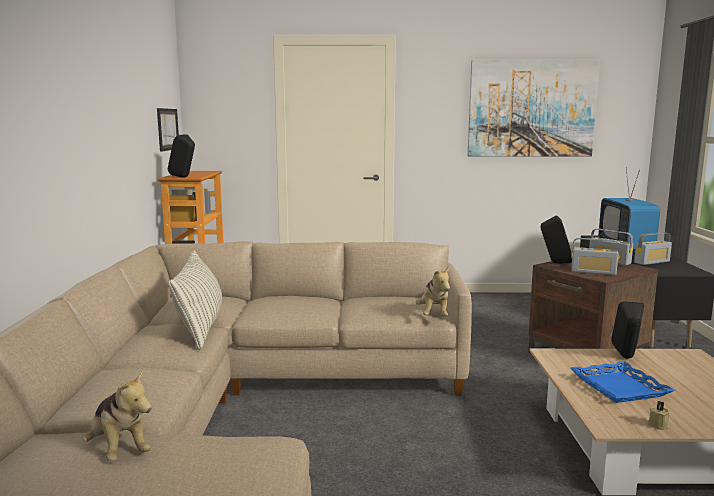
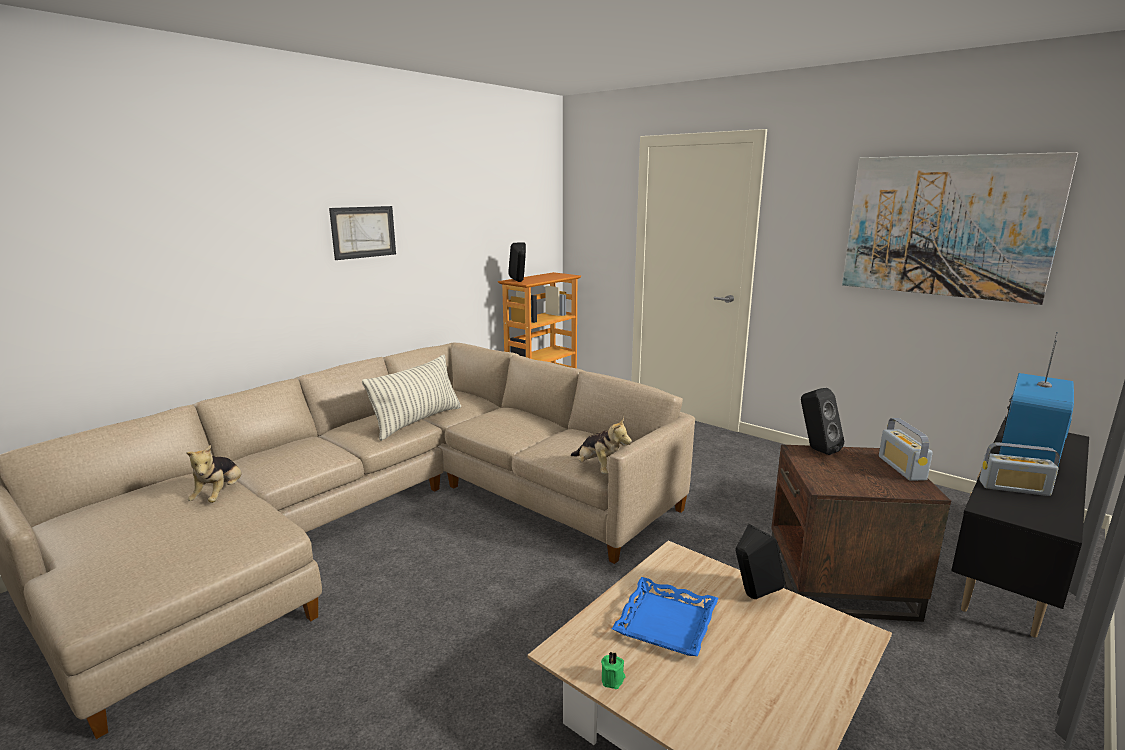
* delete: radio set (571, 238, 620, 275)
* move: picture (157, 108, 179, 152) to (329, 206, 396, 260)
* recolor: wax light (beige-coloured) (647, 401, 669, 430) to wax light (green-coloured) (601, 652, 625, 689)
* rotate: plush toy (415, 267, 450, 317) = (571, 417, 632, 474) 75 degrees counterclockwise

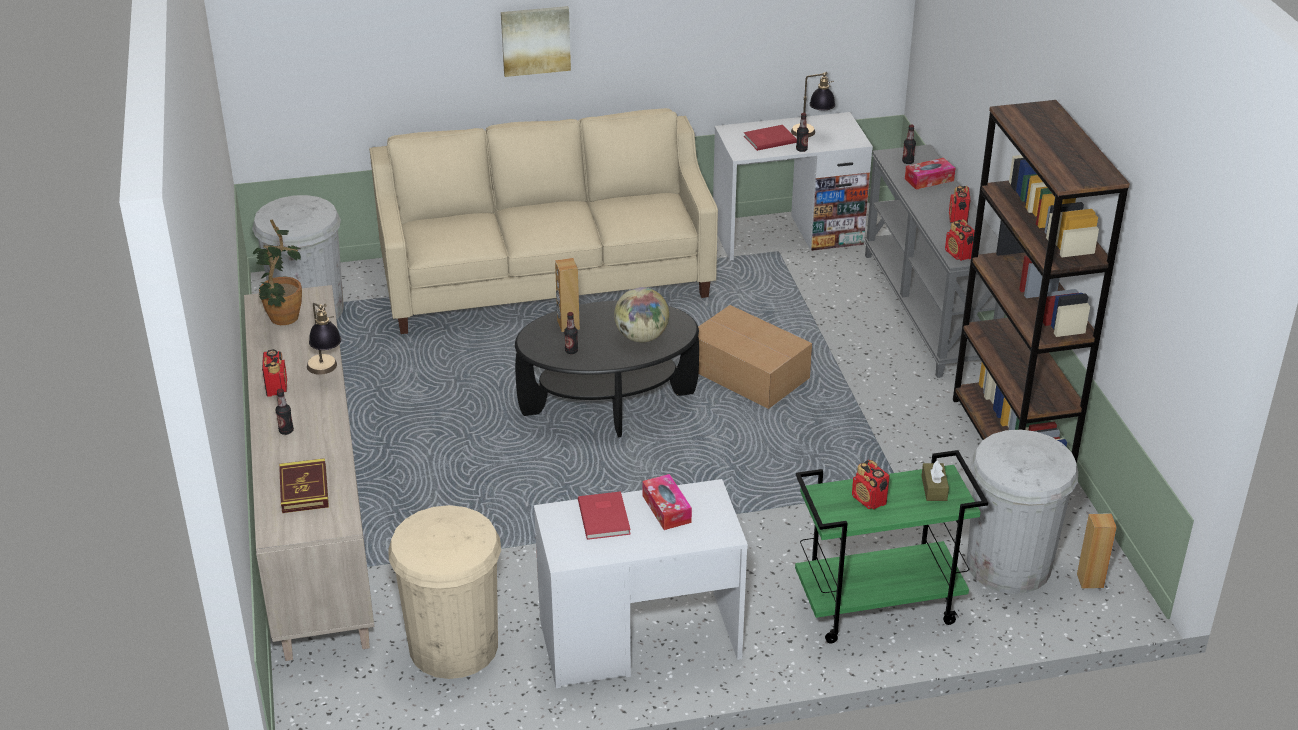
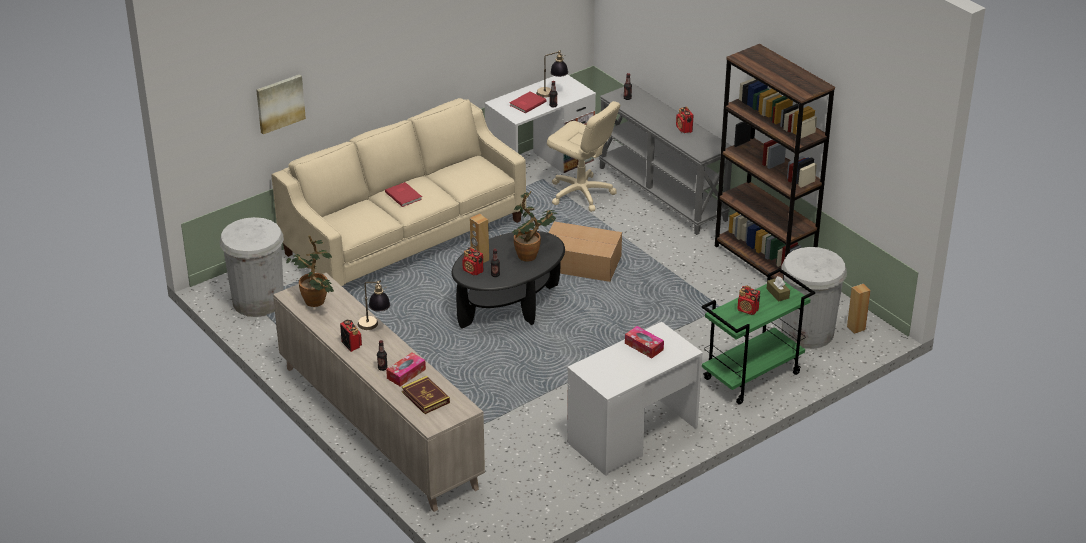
* delete: waste bin (beige-coloured) (388, 505, 501, 679)
* insert: computer chair (beige-coloured) (547, 101, 620, 212)
* move: picture (501, 6, 571, 77) to (256, 74, 306, 134)
* move: book (reddish) (578, 491, 631, 540) to (385, 182, 422, 207)
* move: tissue holder (905, 158, 955, 190) to (386, 353, 426, 387)
* move: radio set (945, 219, 975, 261) to (462, 247, 483, 275)
* replace: world globe (614, 287, 669, 342) to plant in a pot (512, 191, 558, 262)

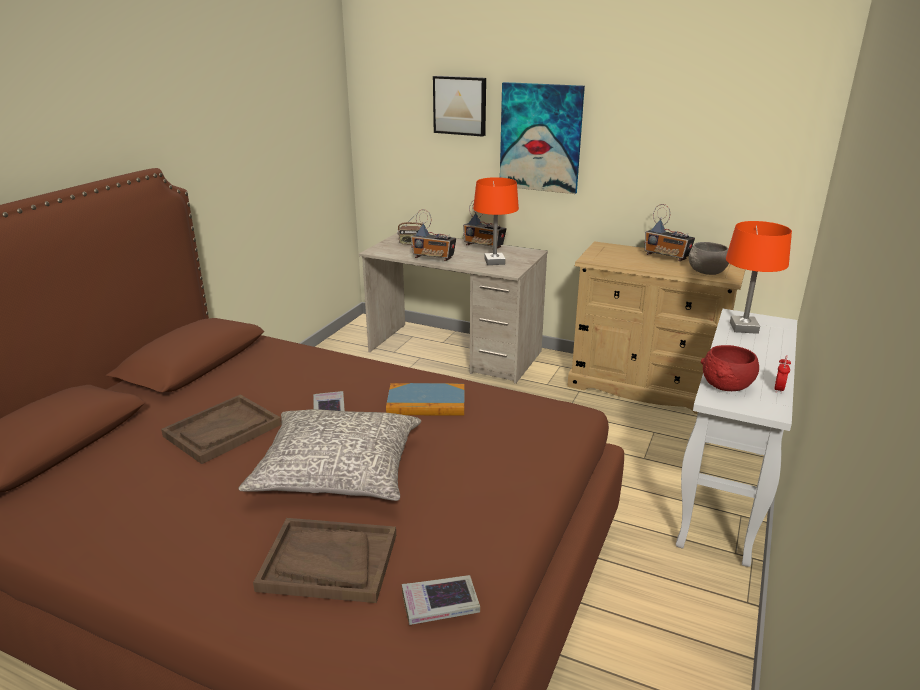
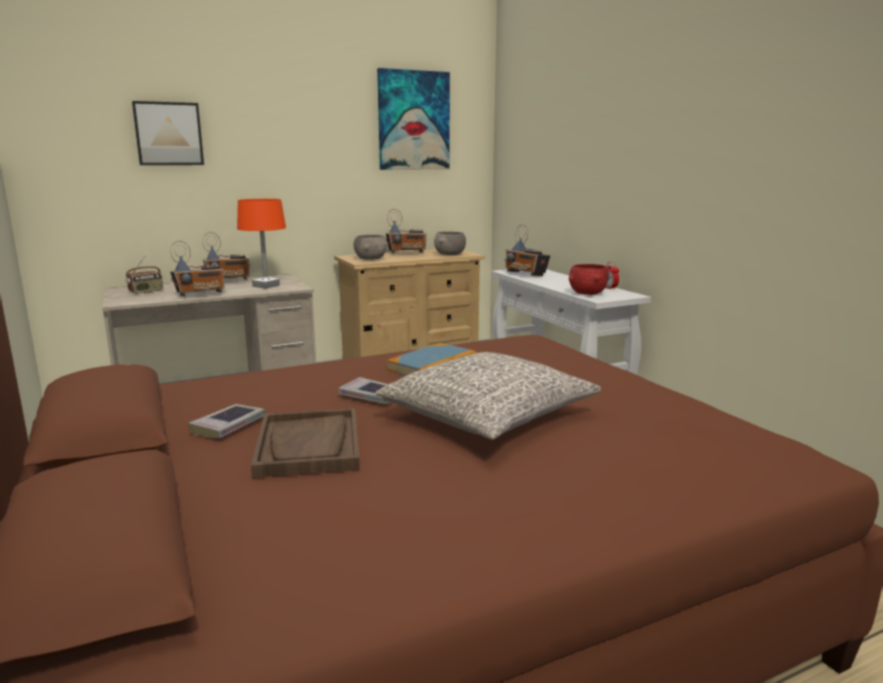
* delete: carrying tray (brownish) (253, 518, 396, 603)
* insert: deep dish (greyish) (354, 235, 388, 260)
* move: book (402, 575, 480, 625) to (188, 404, 266, 438)
* move: picture (500, 82, 585, 194) to (377, 68, 450, 170)
* replace: lamp for a table (orange-coloured) (726, 221, 792, 334) to radio set (505, 224, 550, 276)

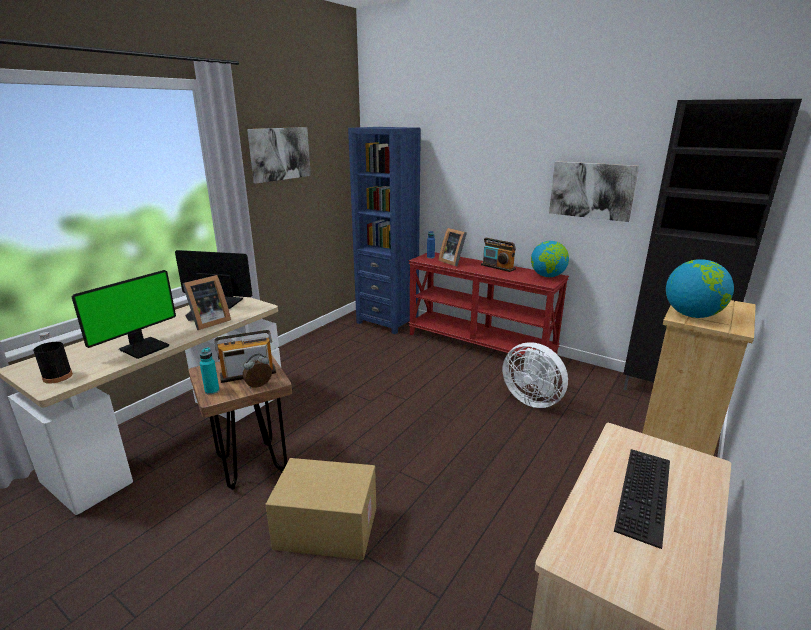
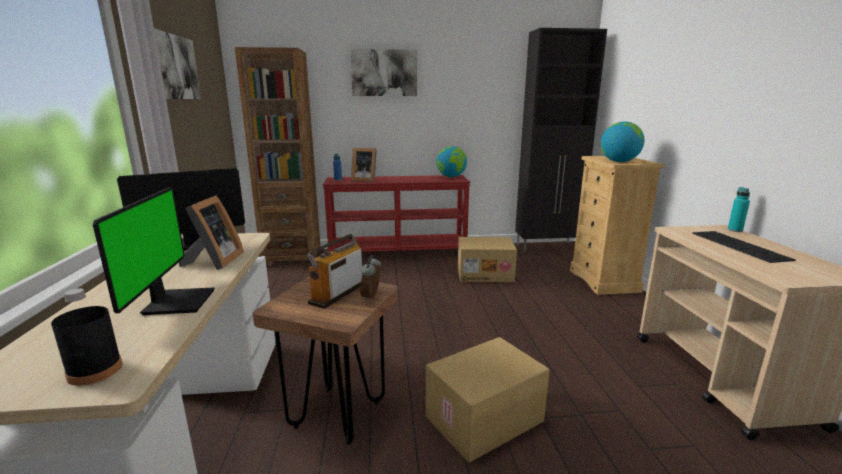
* delete: radio set (481, 238, 516, 272)
* move: beverage bottle (blue-green) (200, 347, 220, 395) to (728, 187, 750, 232)
* move: picture (549, 161, 639, 222) to (350, 49, 417, 96)
* replace: electric fan (white-coloured) (503, 342, 568, 408) to carton (458, 237, 517, 282)
* recolor: bookshelf (blue-coloured) (348, 127, 421, 334) to bookshelf (brownish) (235, 47, 321, 267)

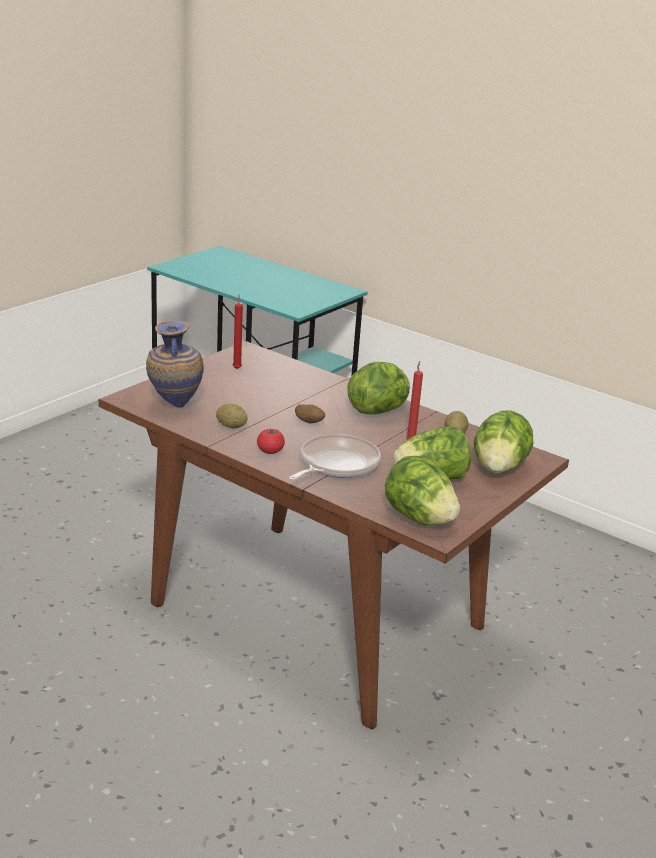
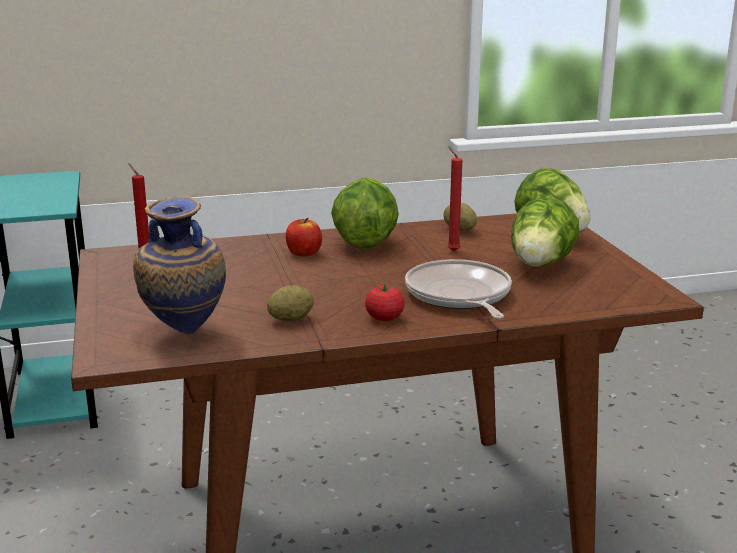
* delete: spud (295, 404, 325, 424)
* delete: head of lettuce (385, 456, 460, 525)
* insert: whole apple (286, 218, 322, 257)

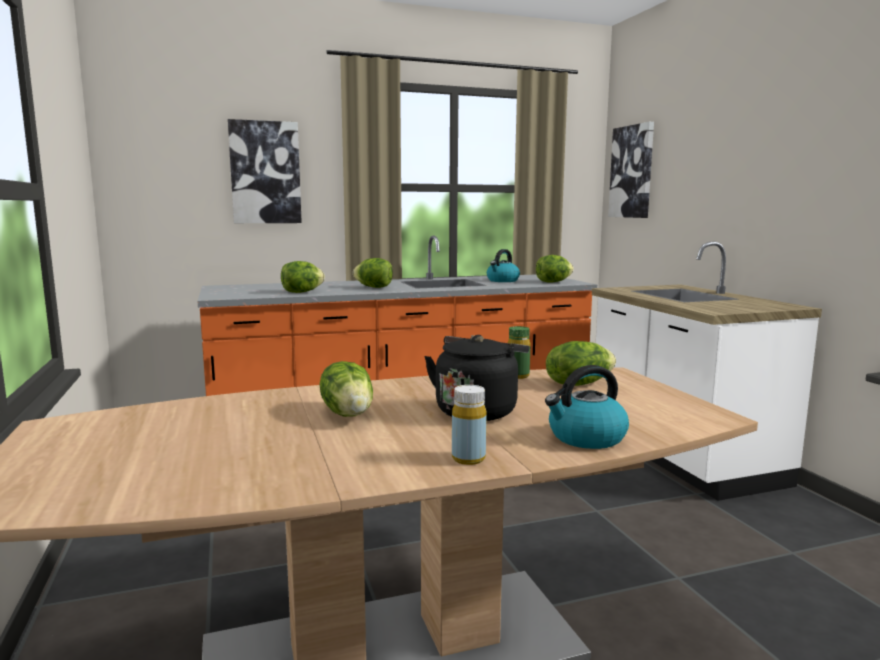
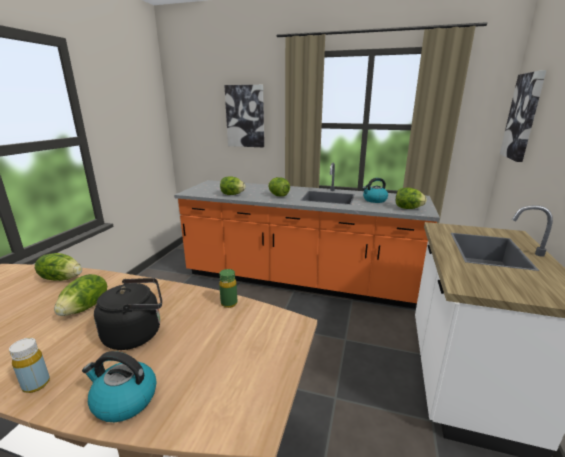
* move: head of lettuce (546, 341, 616, 386) to (35, 253, 82, 281)

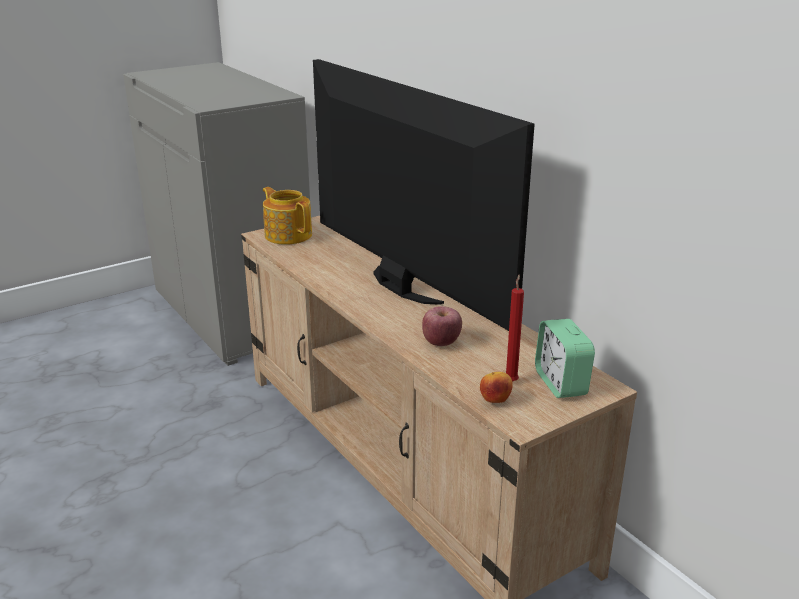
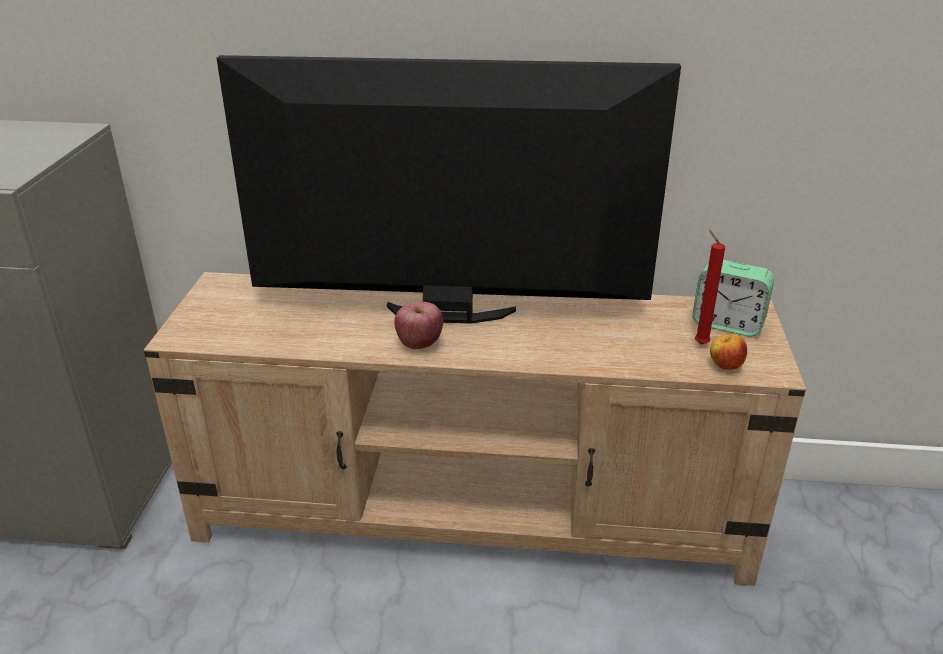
* delete: pot for tea (263, 187, 312, 245)
* move: whole apple (422, 306, 462, 346) to (394, 301, 443, 349)

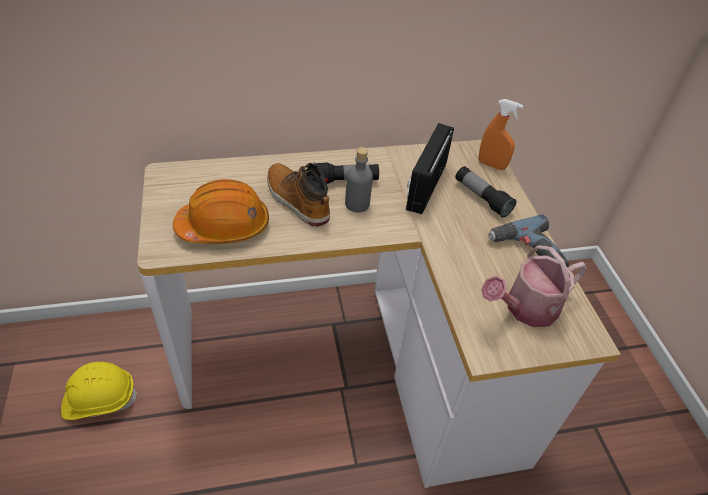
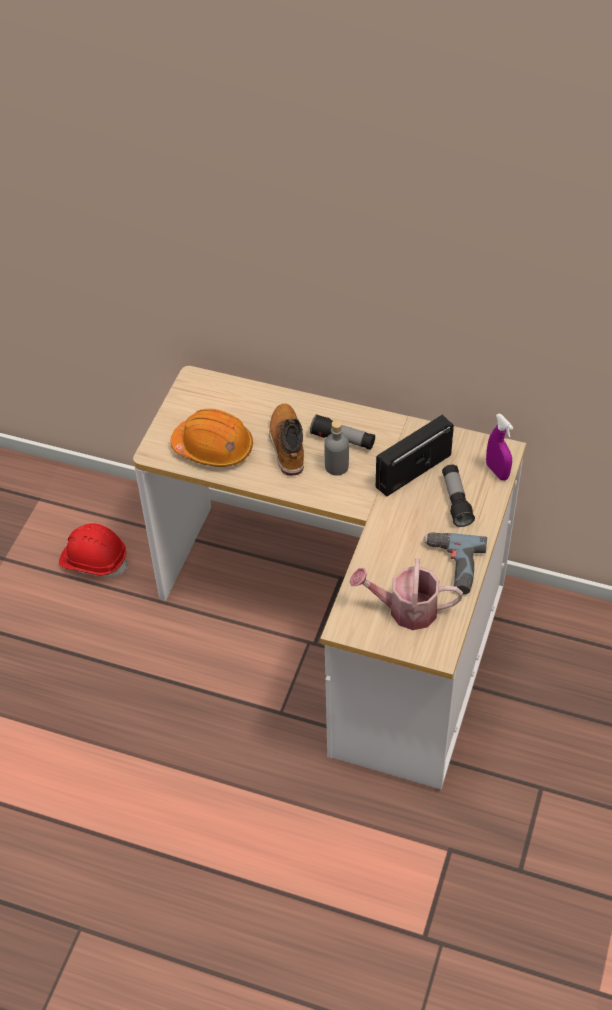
* recolor: safety helmet (yellow-coloured) (61, 362, 138, 420) to safety helmet (reddish) (59, 523, 128, 577)
* recolor: spray bottle (orange-coloured) (479, 99, 523, 170) to spray bottle (purplish) (486, 413, 513, 481)

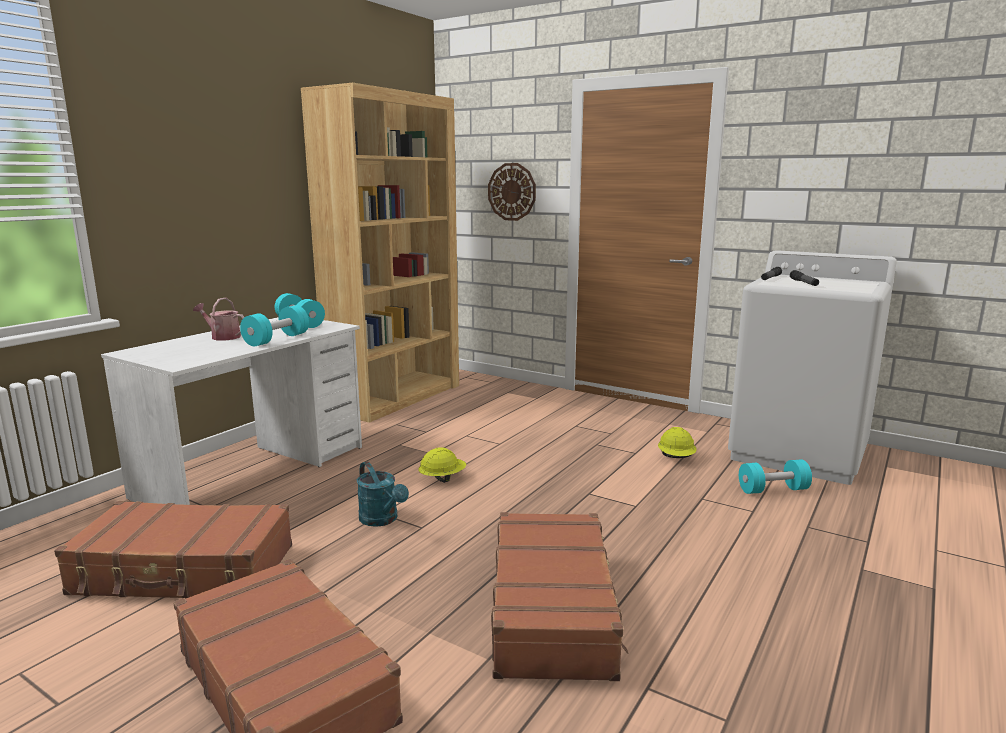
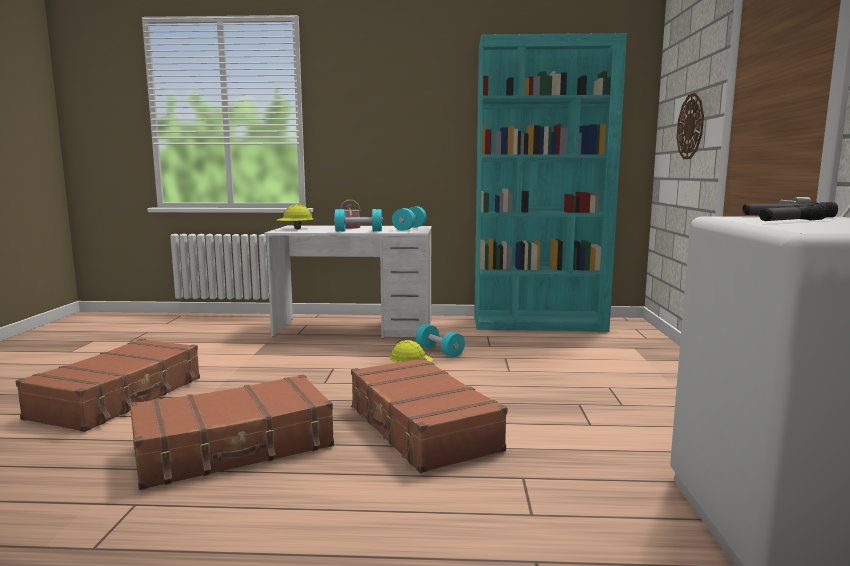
* delete: watering pot (blue-green) (357, 462, 409, 527)
* move: travel case (brownish) (54, 501, 292, 599) to (351, 357, 507, 473)
* move: safety helmet (yellow-coloured) (658, 427, 697, 458) to (277, 204, 313, 229)
* move: dumbbell (blue-green) (739, 459, 812, 494) to (416, 324, 465, 357)
* recolor: bookshelf (brownish) (301, 83, 459, 423) to bookshelf (blue-green) (474, 33, 627, 332)

